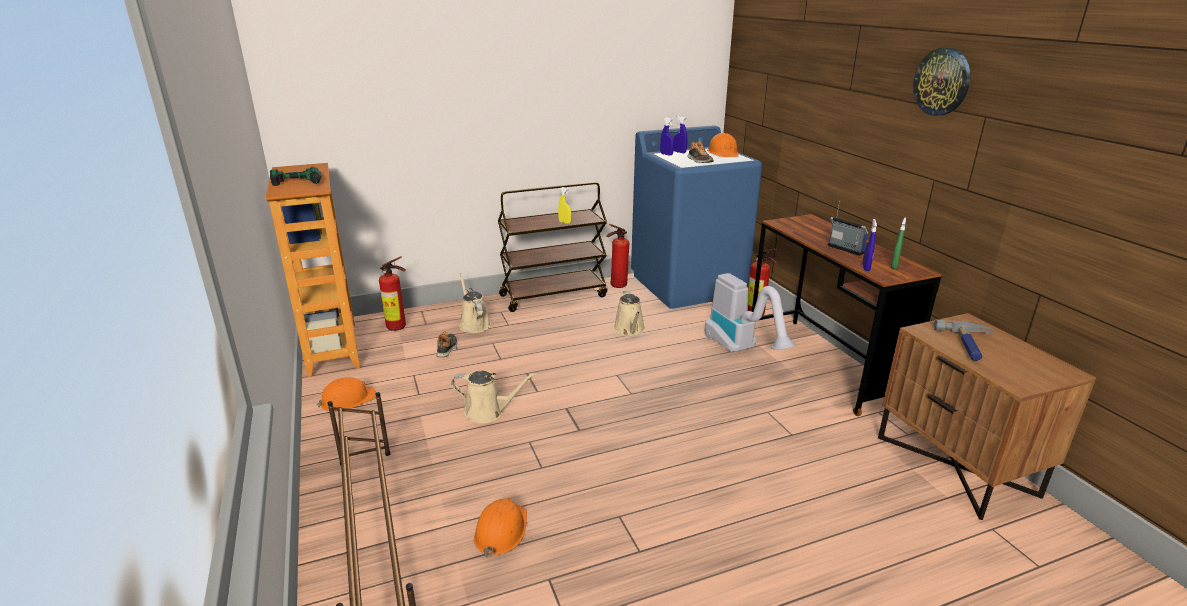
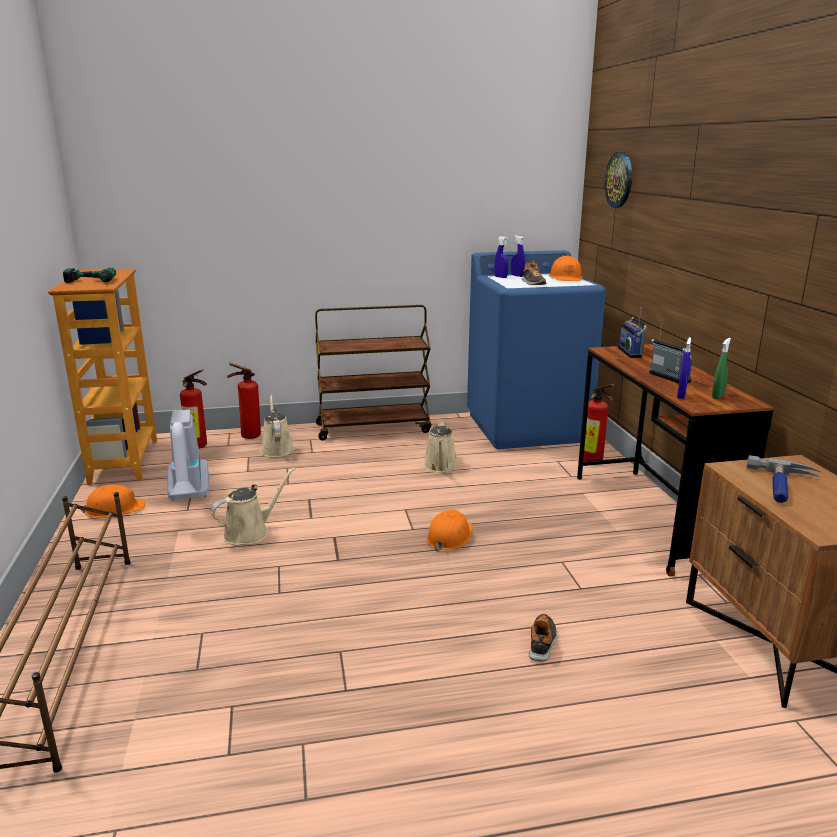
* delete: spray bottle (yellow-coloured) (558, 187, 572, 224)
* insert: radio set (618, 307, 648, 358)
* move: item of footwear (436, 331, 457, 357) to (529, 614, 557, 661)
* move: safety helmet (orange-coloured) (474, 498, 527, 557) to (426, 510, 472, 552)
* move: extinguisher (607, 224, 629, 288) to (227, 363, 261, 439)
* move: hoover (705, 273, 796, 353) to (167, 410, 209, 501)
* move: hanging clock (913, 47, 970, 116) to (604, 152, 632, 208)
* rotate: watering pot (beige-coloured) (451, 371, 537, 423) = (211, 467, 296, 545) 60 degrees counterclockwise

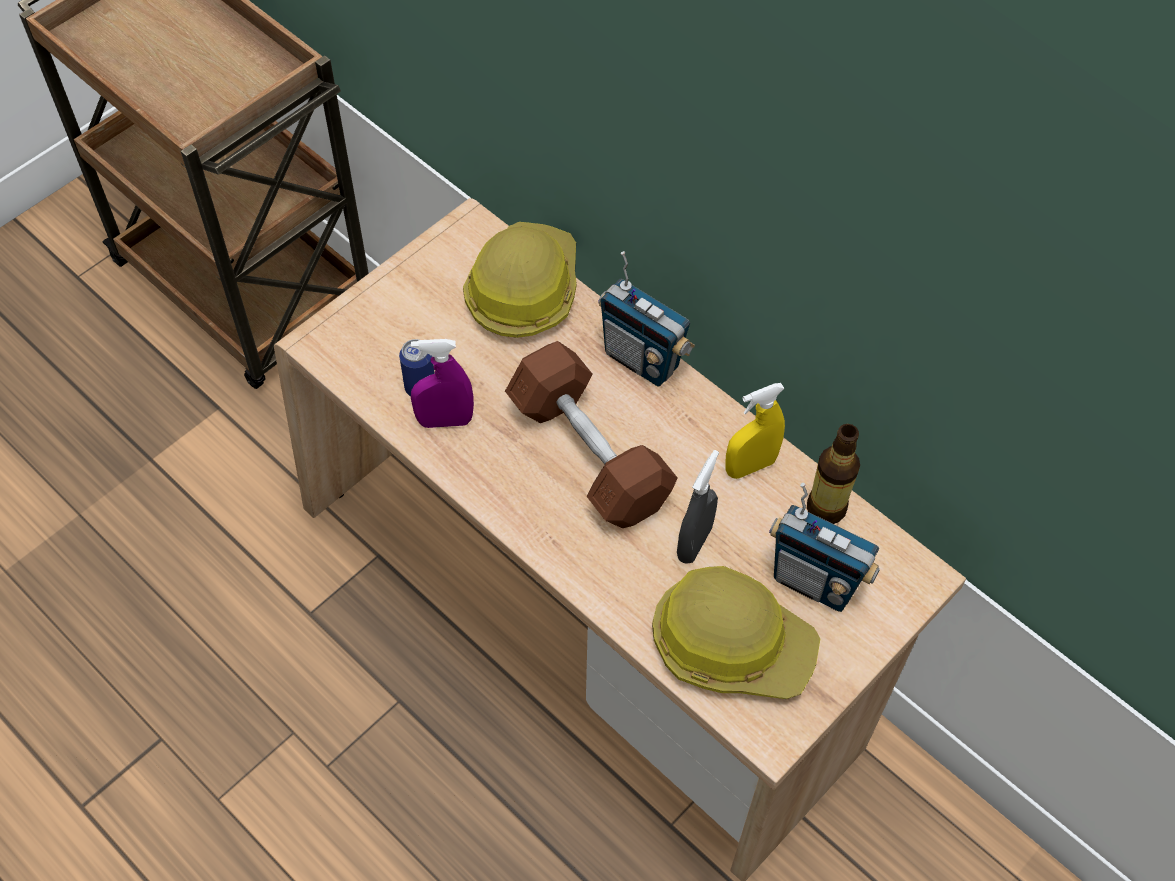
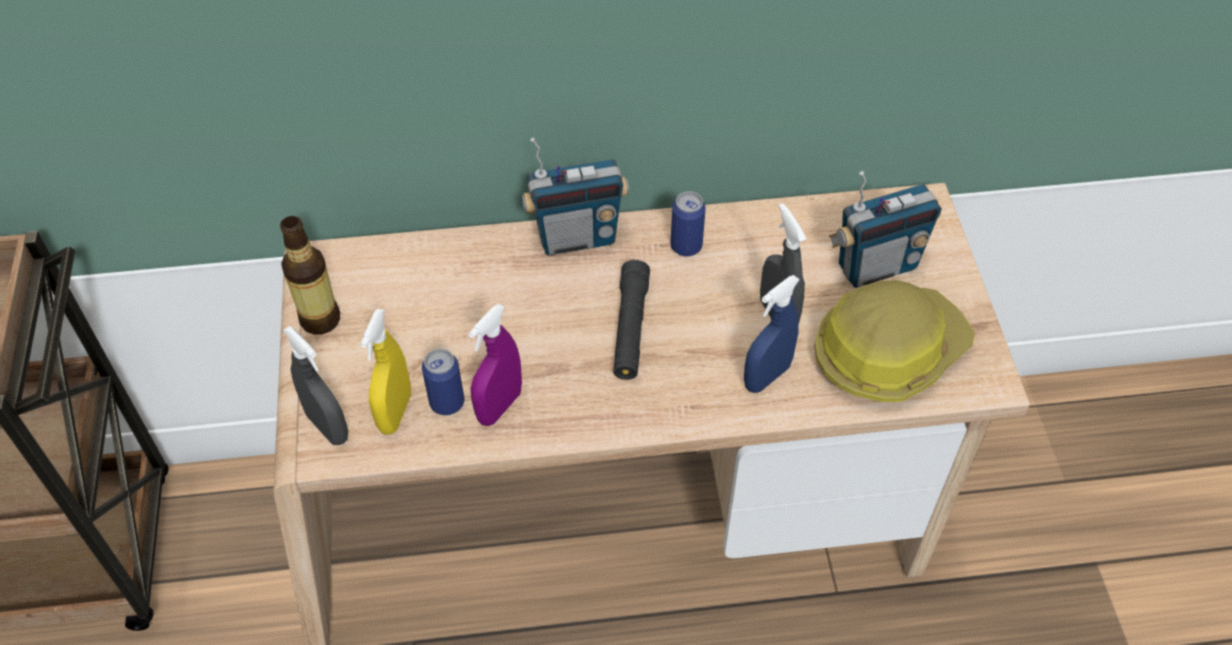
* delete: safety helmet (463, 222, 577, 338)
* insert: spray bottle (greyish) (283, 326, 348, 445)
* insert: sealed can (670, 191, 706, 257)
* insert: spray bottle (blue-coloured) (744, 275, 800, 393)
* move: spray bottle (yellow-coloured) (725, 383, 785, 479) to (360, 309, 411, 435)
* move: beverage bottle (807, 424, 860, 524) to (280, 216, 340, 335)
* replace: dumbbell (brownish) (505, 341, 678, 528) to flashlight (black) (613, 260, 650, 380)

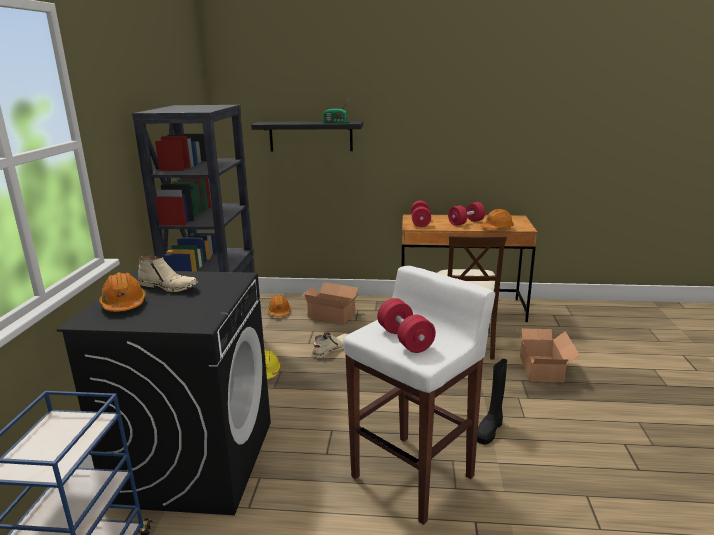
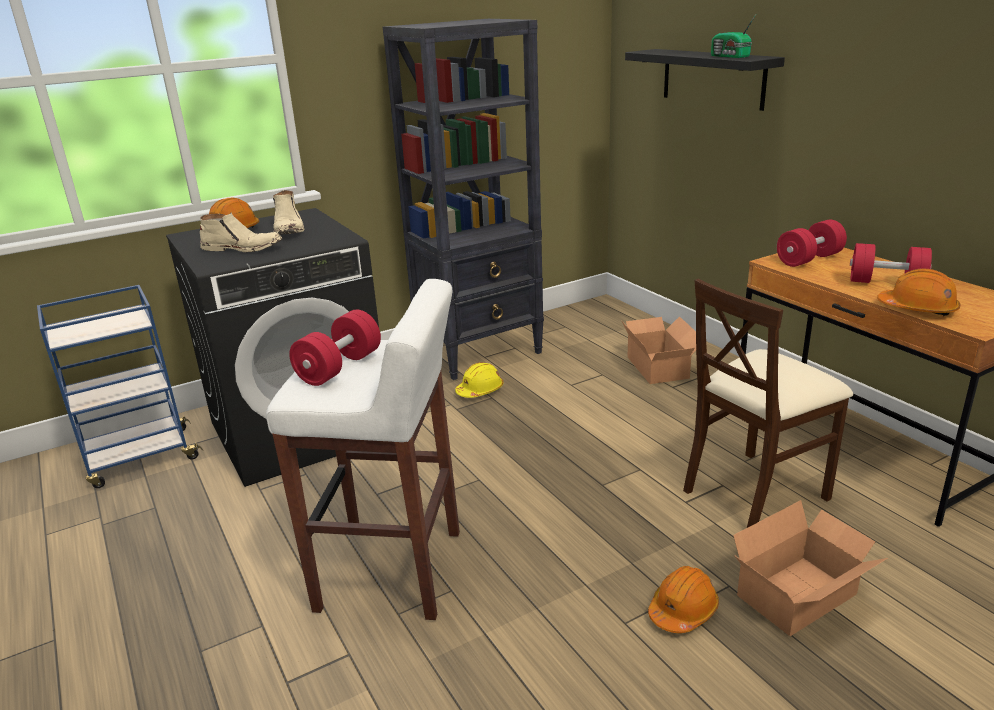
* delete: boot (black) (477, 359, 507, 445)
* move: safety helmet (orange-coloured) (267, 295, 291, 317) to (648, 566, 719, 633)
* move: boot (beige-coloured) (312, 332, 348, 358) to (200, 212, 282, 252)

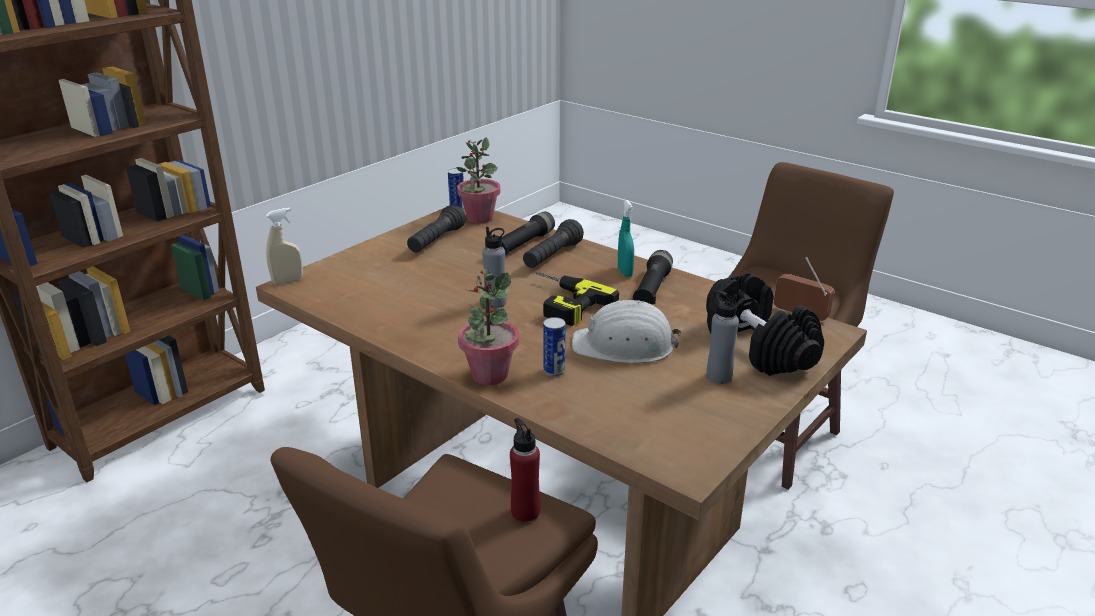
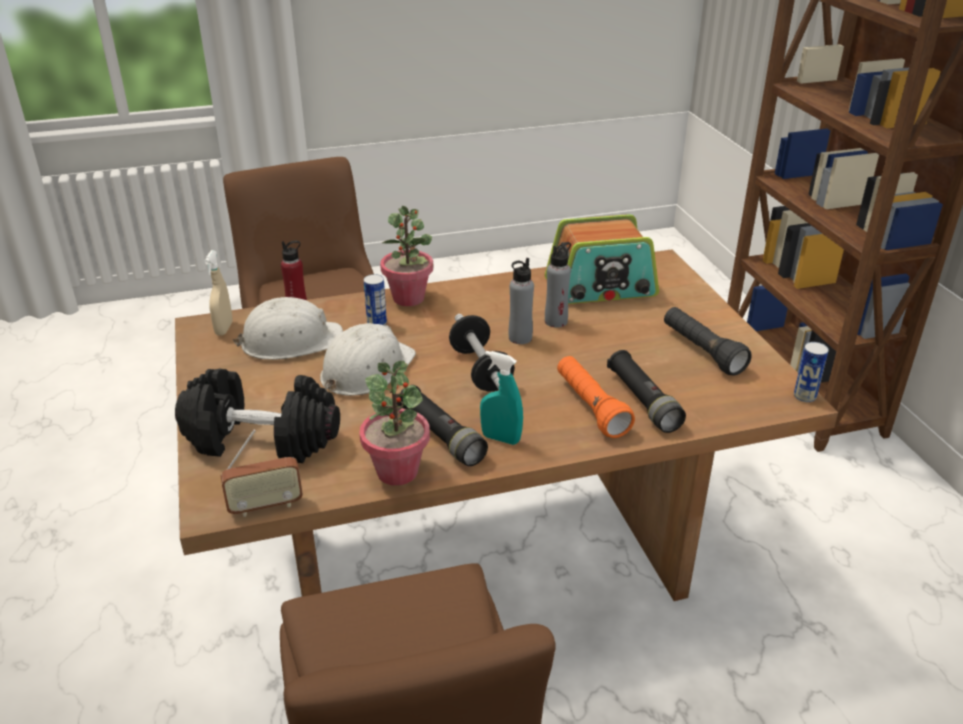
* insert: safety helmet (white-coloured) (233, 297, 343, 360)
* insert: radio set (544, 214, 659, 304)
* move: spray bottle (beige-coloured) (266, 208, 303, 285) to (205, 250, 233, 335)
* move: plant in a pot (456, 137, 500, 223) to (360, 361, 430, 486)
* move: beverage bottle (greyish) (706, 290, 739, 384) to (545, 242, 571, 328)
* replace: power drill (535, 271, 619, 326) to dumbbell (449, 314, 515, 392)
* recolor: flashlight (black) (523, 219, 584, 268) to flashlight (orange-coloured) (557, 356, 635, 438)

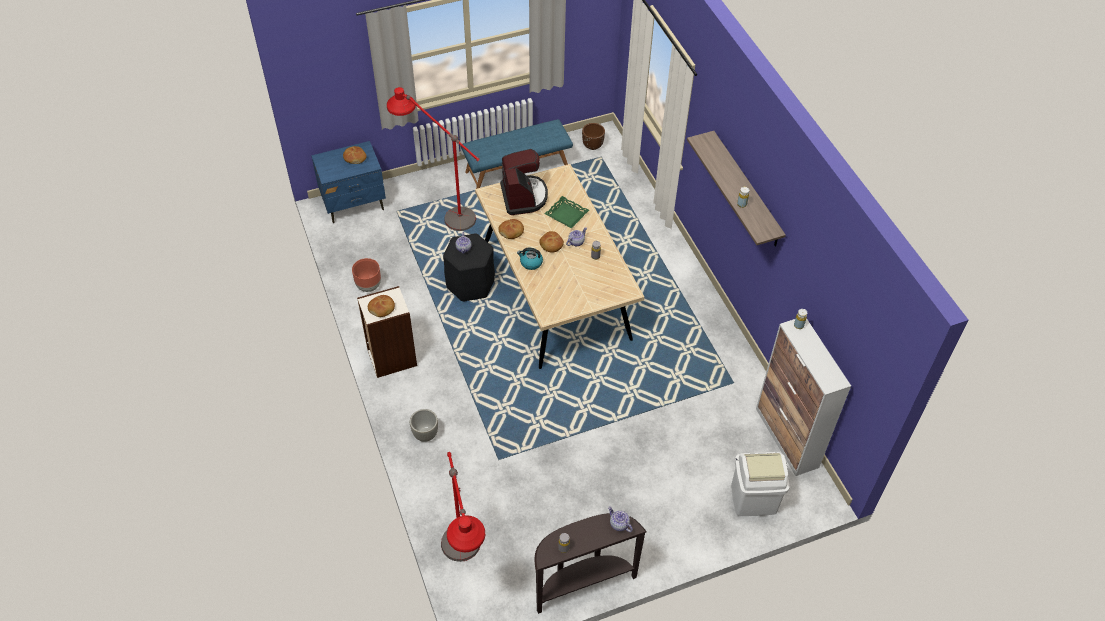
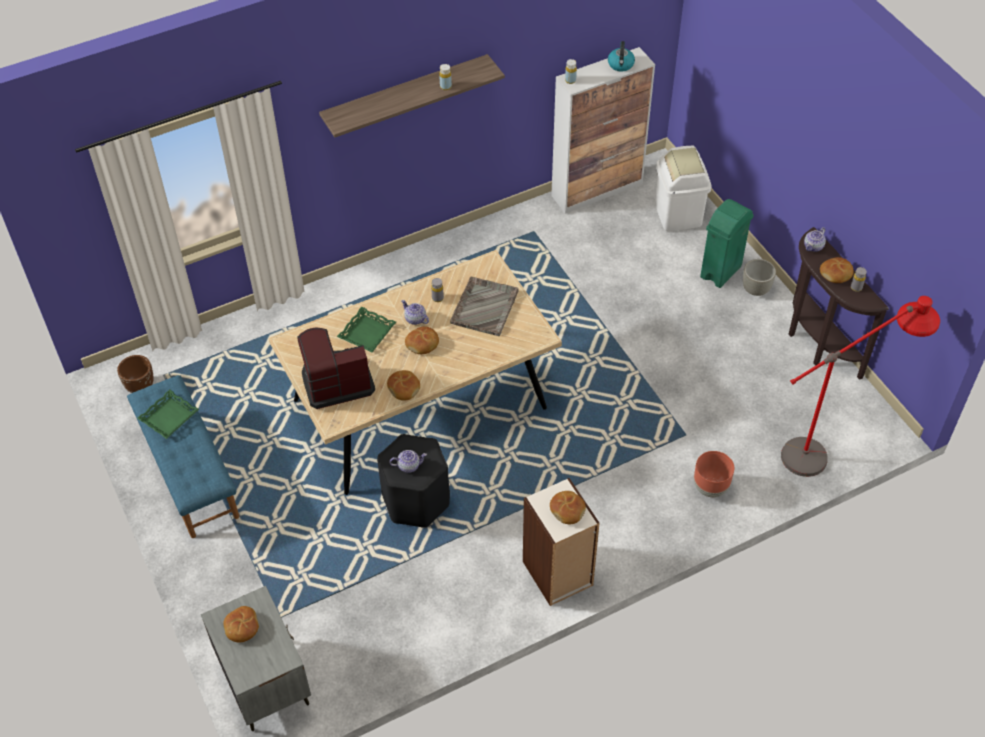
* delete: standing lamp (reddish) (387, 87, 480, 231)
* insert: carrying tray (green-coloured) (137, 389, 199, 439)
* insert: carrying tray (greyish) (450, 277, 518, 336)
* insert: waste bin (green-coloured) (700, 199, 754, 288)
* insert: bread (820, 257, 854, 283)
* move: planter (brownish) (352, 258, 381, 292) to (694, 451, 734, 497)
* move: planter (greyish) (410, 409, 438, 442) to (743, 259, 776, 296)
* move: kettle (517, 248, 543, 270) to (608, 41, 635, 71)
* recolor: bedside table (blue-coloured) (311, 141, 386, 223) to bedside table (greyish) (201, 586, 311, 731)

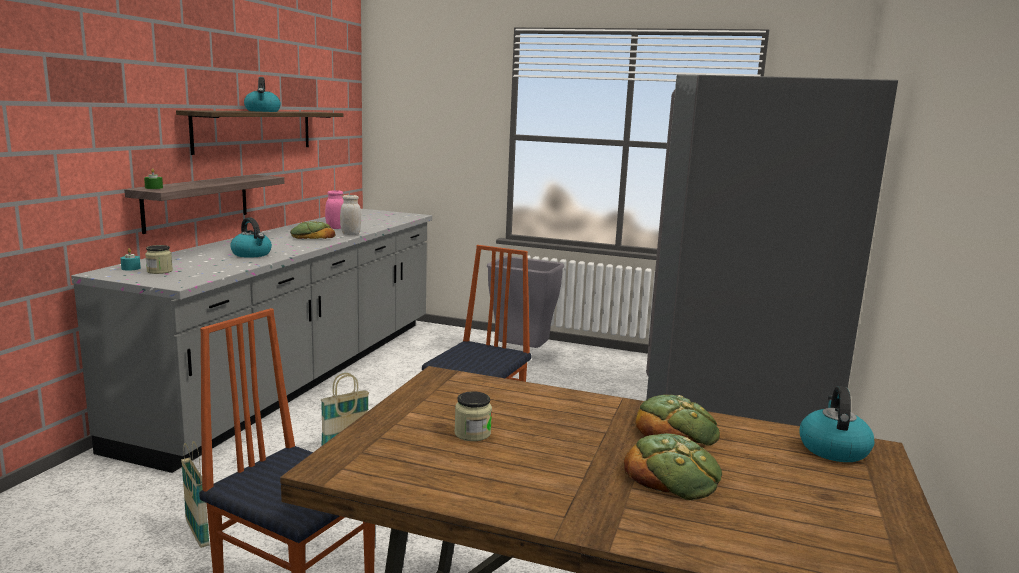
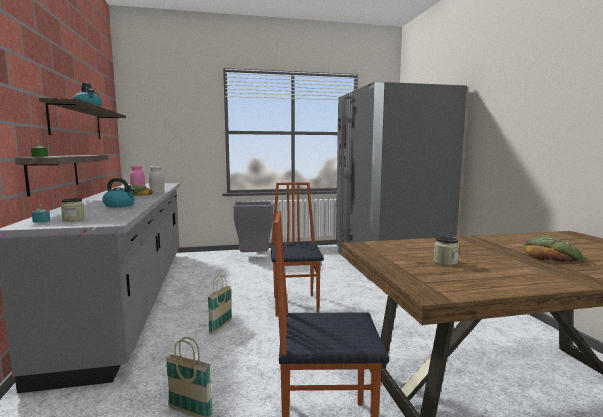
* delete: bread (636, 395, 720, 446)
* delete: kettle (799, 386, 874, 462)

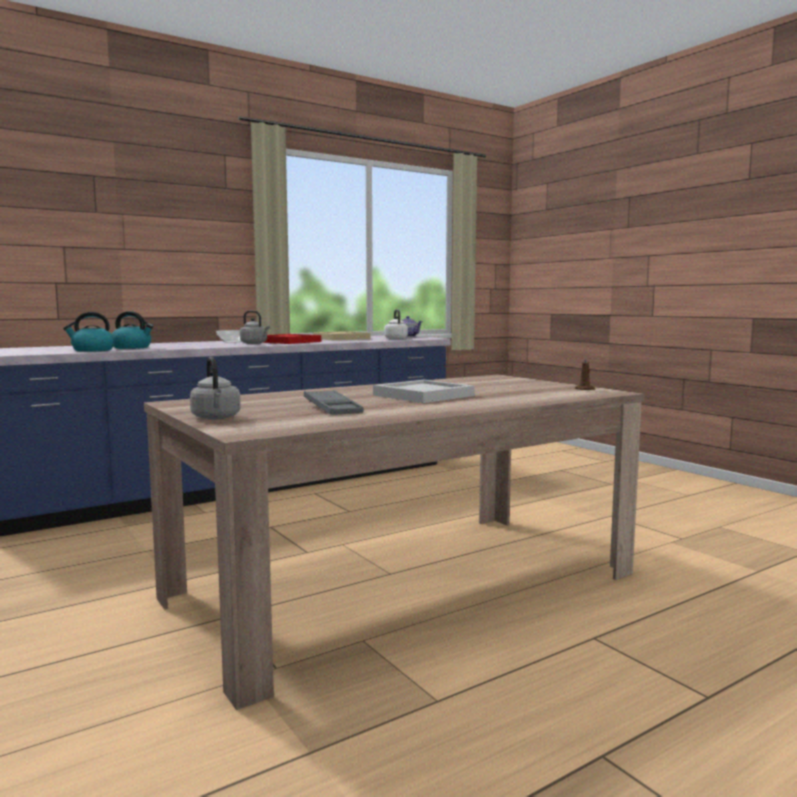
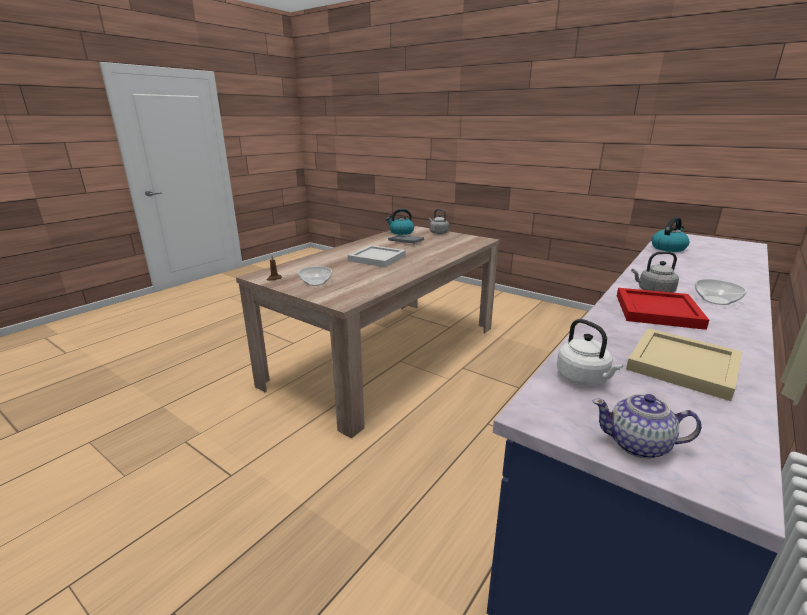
* insert: deep dish (298, 266, 332, 286)
* move: kettle (112, 311, 153, 349) to (386, 209, 414, 235)

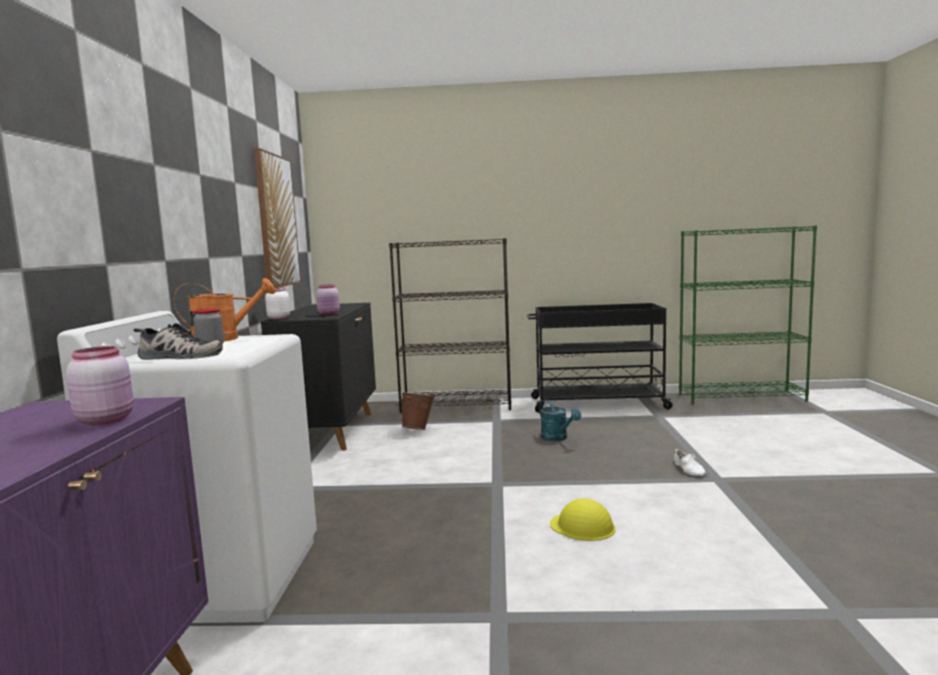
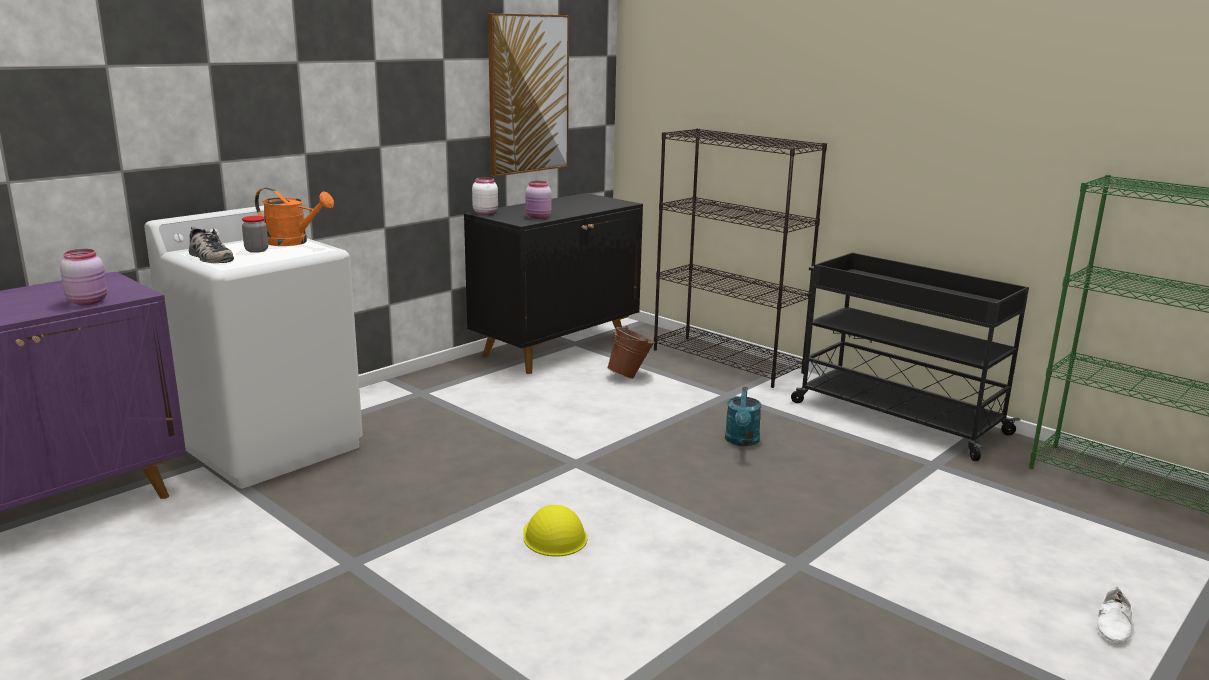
* move: item of footwear (white-coloured) (674, 449, 706, 476) to (1097, 586, 1132, 643)

